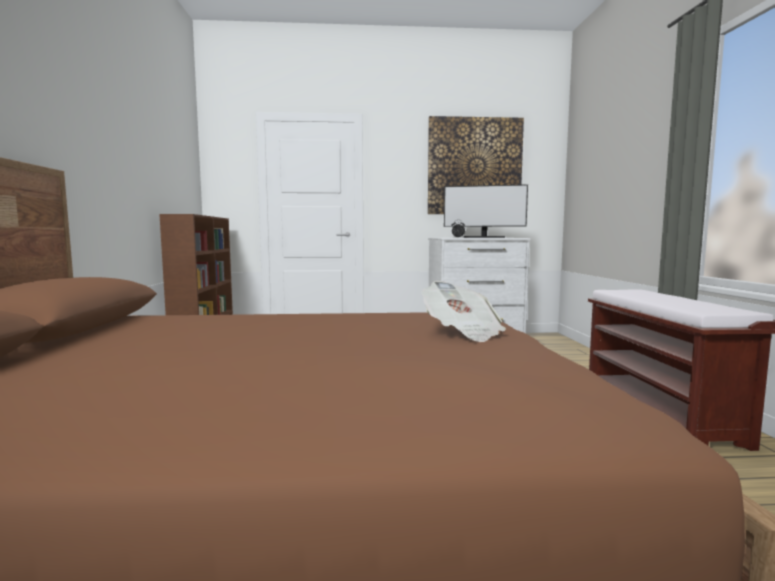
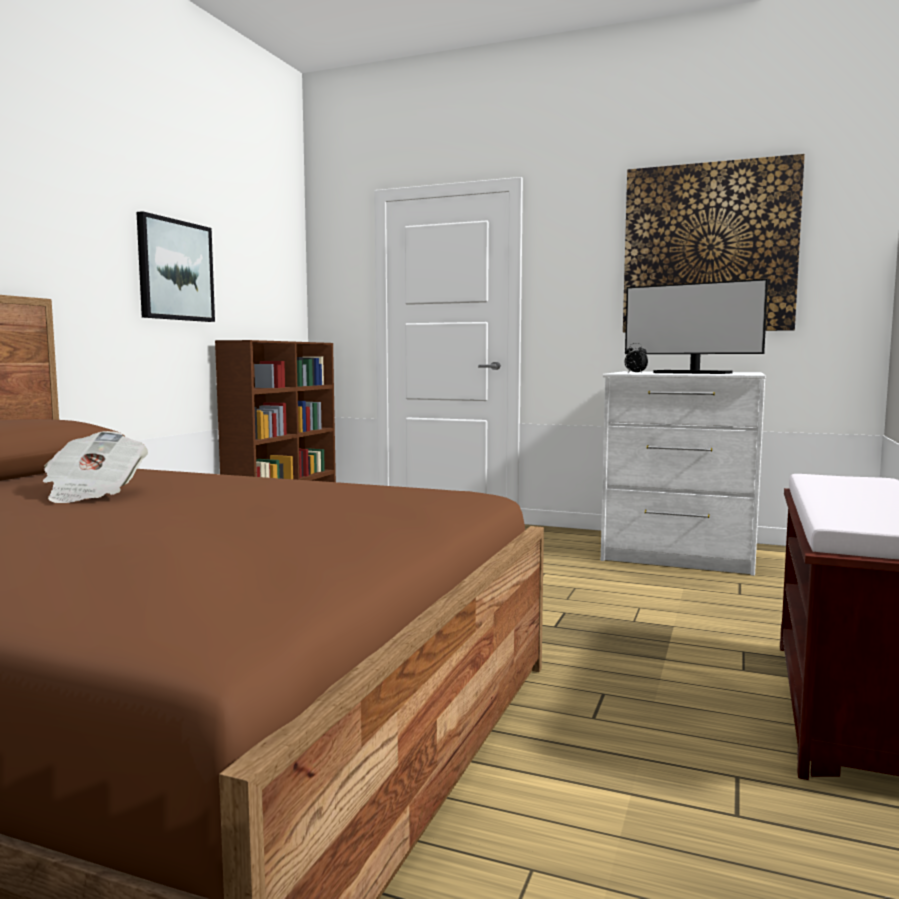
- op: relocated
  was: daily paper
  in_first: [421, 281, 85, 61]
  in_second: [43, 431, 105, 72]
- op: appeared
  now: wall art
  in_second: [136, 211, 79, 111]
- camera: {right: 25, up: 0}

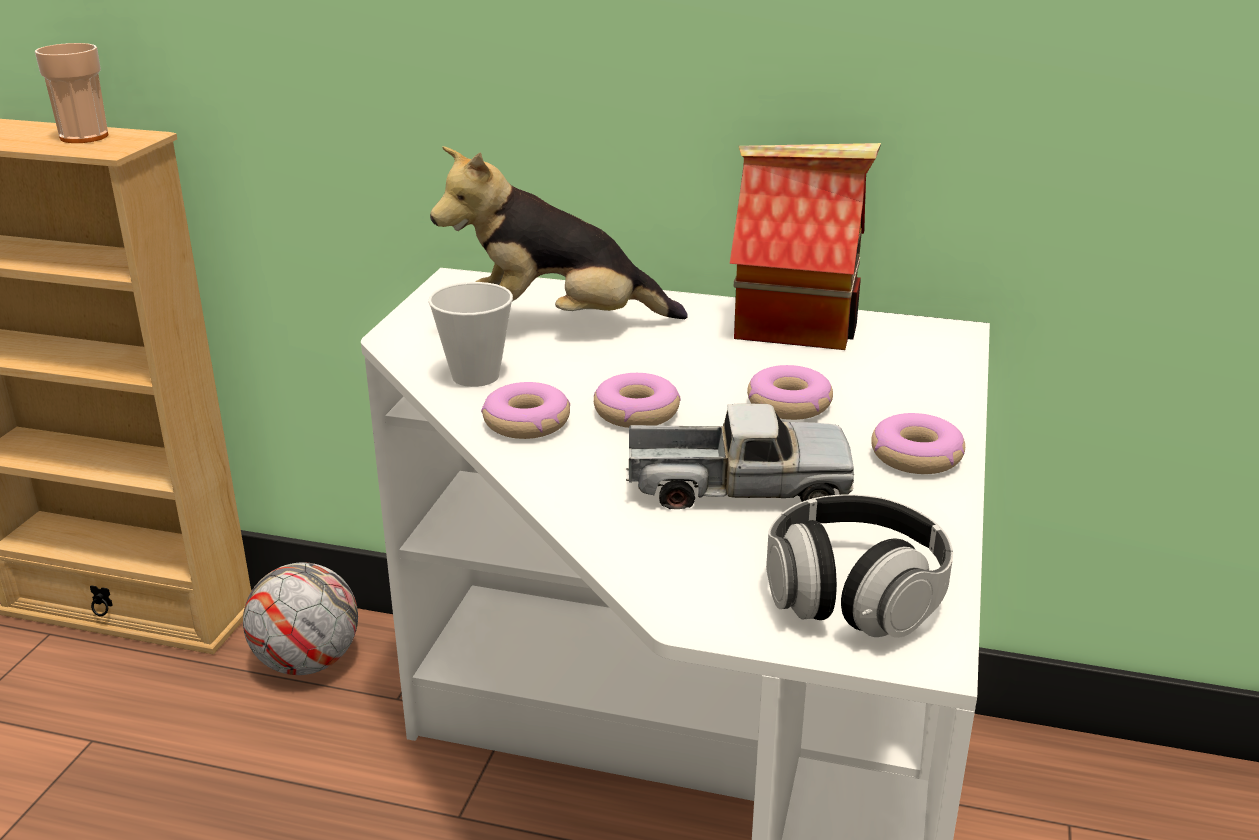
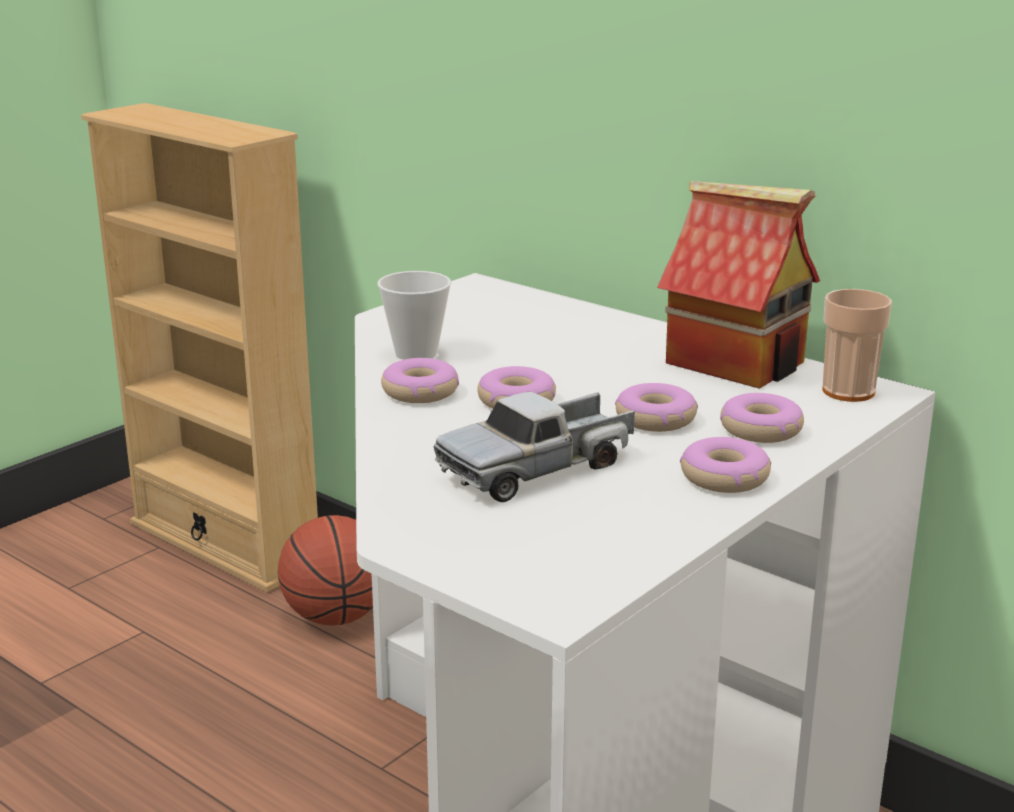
- op: relocated
  was: small cup
  in_first: [35, 43, 73, 100]
  in_second: [822, 289, 70, 113]
- op: missing
  was: plush toy
  in_first: [430, 146, 258, 173]
- op: spun
  was: model truck
  in_first: [626, 403, 228, 106]
  in_second: [433, 392, 202, 110]
  clockwise: 120
- op: missing
  was: headset
  in_first: [766, 494, 187, 144]
- op: exchanged
  was: football
  now: basketball
  in_first: [243, 562, 115, 113]
  in_second: [278, 515, 95, 111]
- op: appeared
  now: donut
  in_second: [720, 393, 84, 50]
- camera: {right: 25, up: -5}

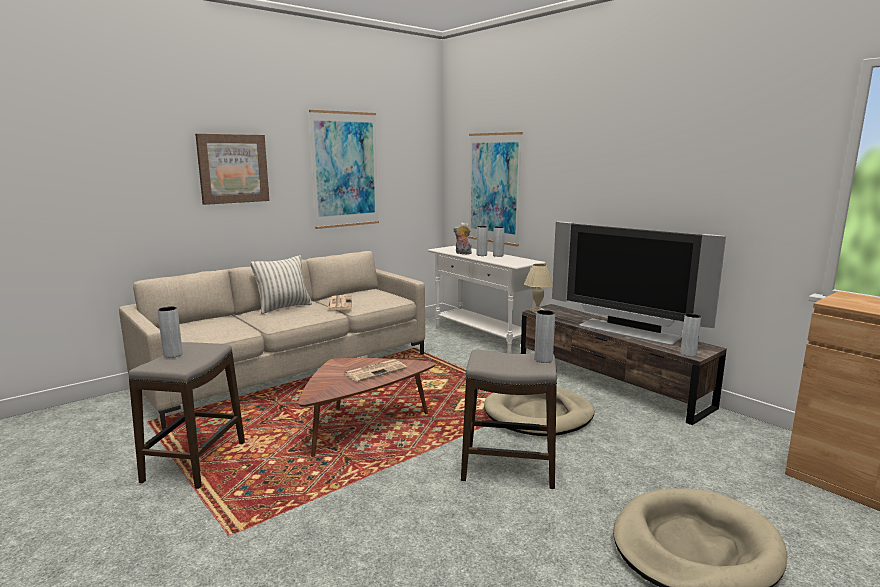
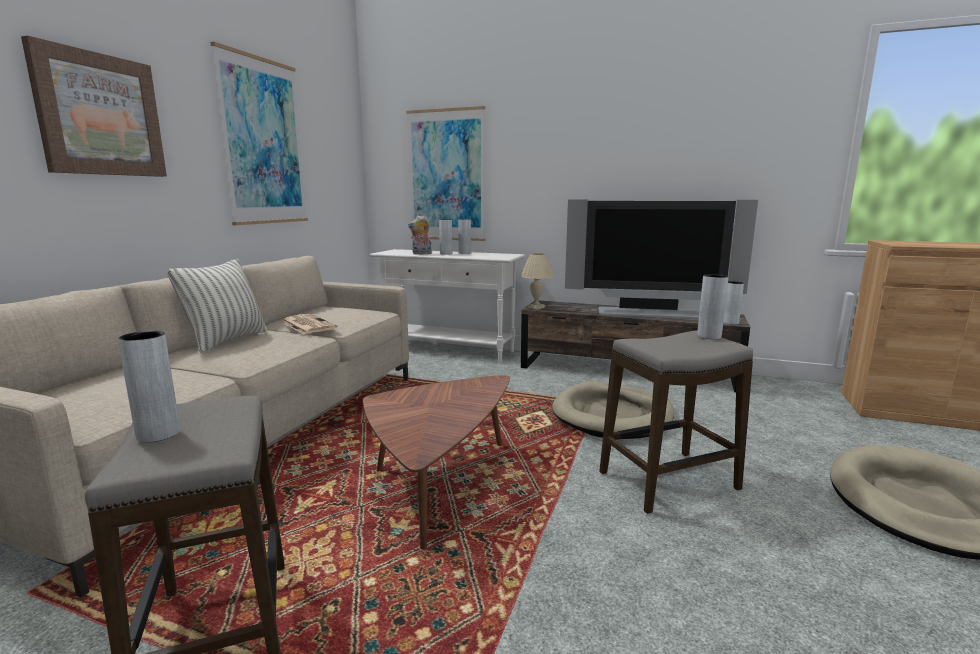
- op: missing
  was: daily paper
  in_first: [344, 359, 63, 23]
- camera: {right: -30, up: 0}

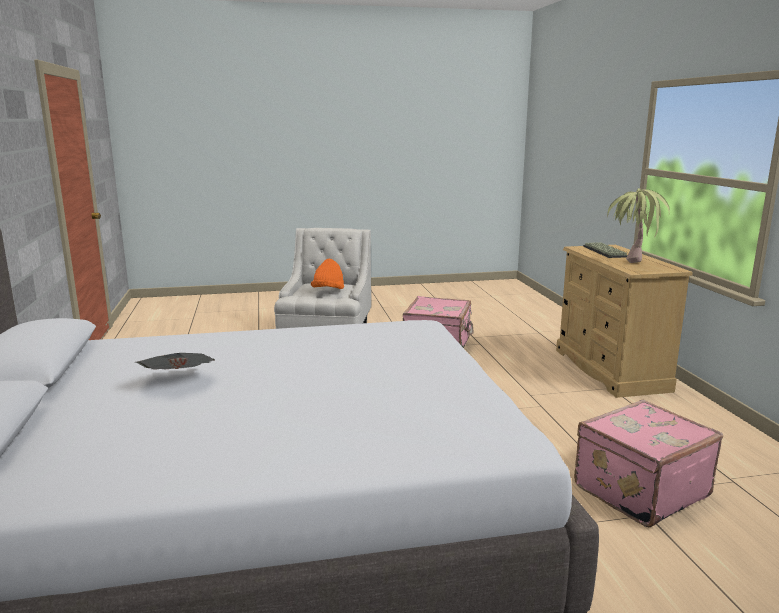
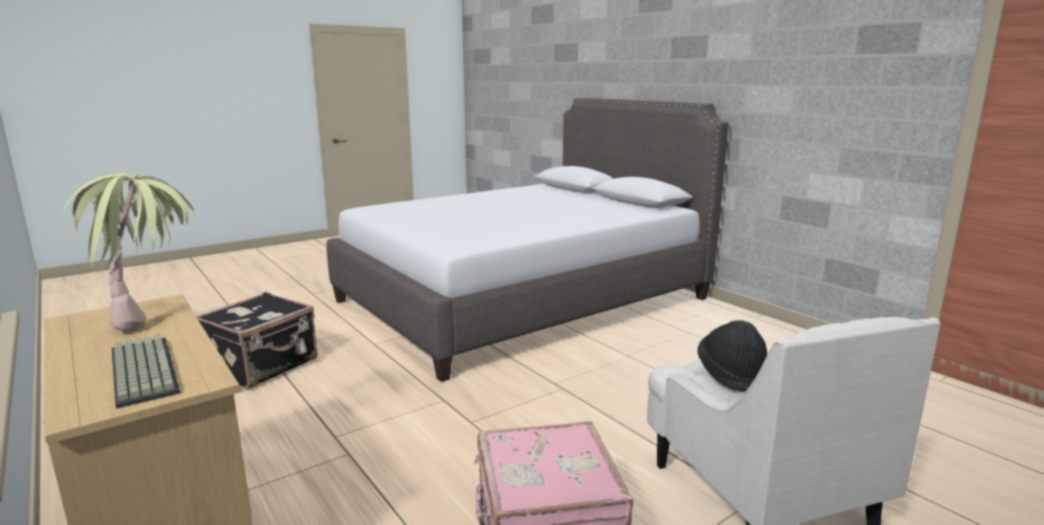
- op: colour
  was: wearable hat in orange
  now: wearable hat in black
  in_first: [311, 259, 33, 30]
  in_second: [698, 320, 69, 71]
- op: missing
  was: daily paper
  in_first: [135, 353, 80, 17]
- op: colour
  was: piece of luggage in pinkish
  now: piece of luggage in black
  in_first: [574, 400, 149, 127]
  in_second: [196, 292, 122, 98]
- camera: {right: 155, up: 0}

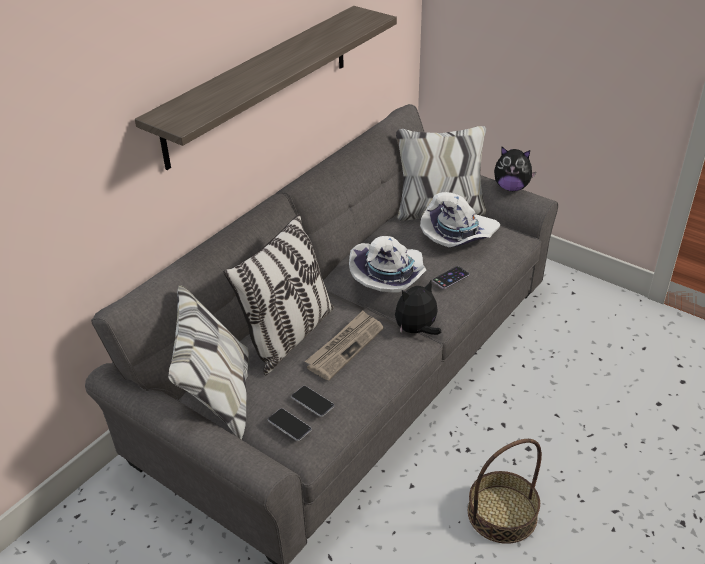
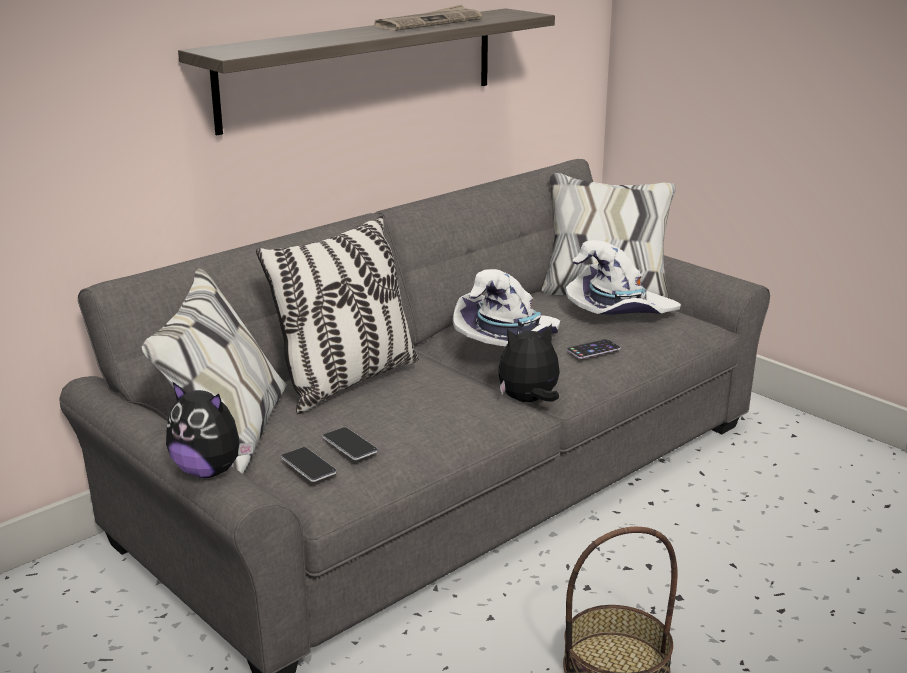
- op: relocated
  was: plush toy
  in_first: [494, 147, 42, 44]
  in_second: [166, 381, 88, 97]
- op: relocated
  was: daily paper
  in_first: [305, 311, 79, 69]
  in_second: [374, 4, 108, 27]
- camera: {right: 10, up: -15}

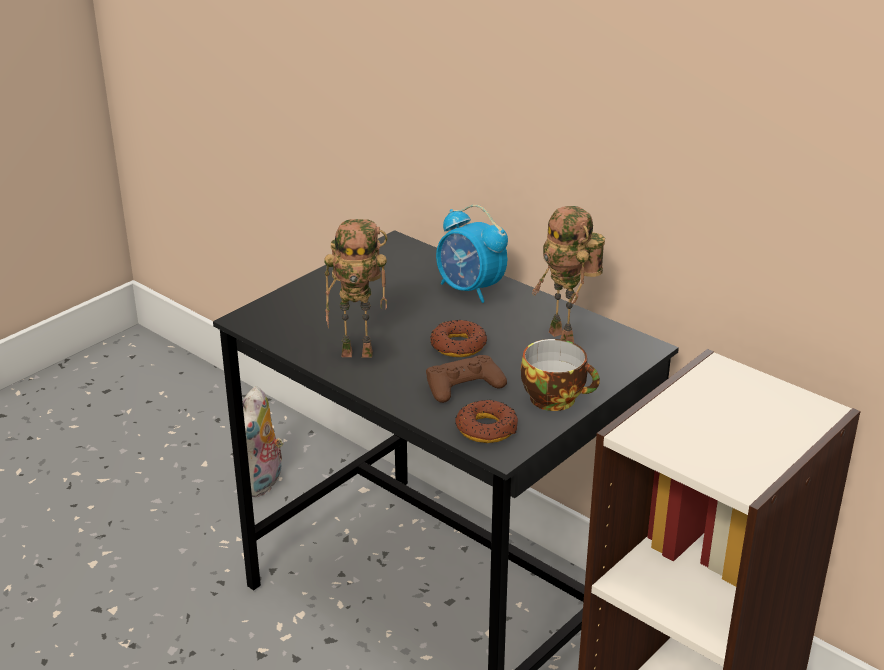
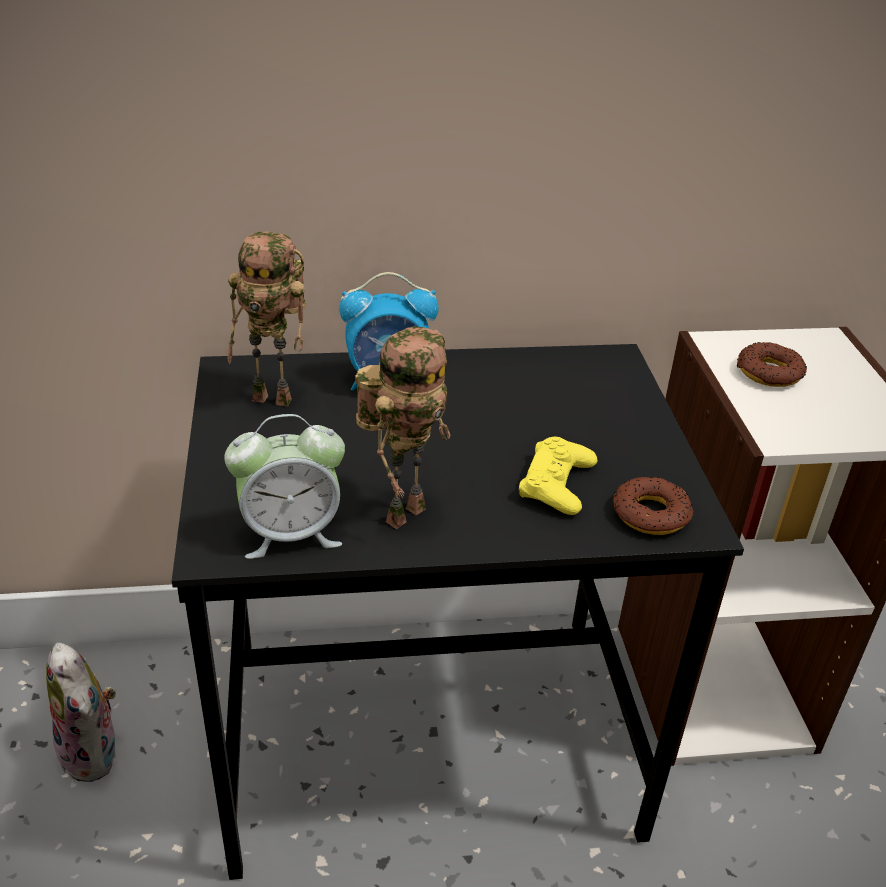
- op: relocated
  was: model robot
  in_first: [532, 206, 73, 137]
  in_second: [228, 231, 78, 176]
- op: relocated
  was: donut
  in_first: [430, 320, 57, 37]
  in_second: [737, 342, 70, 45]
- op: missing
  was: small cup
  in_first: [521, 339, 79, 72]
- op: colour
  was: gamepad in brown-coloured
  now: gamepad in yellow
  in_first: [426, 355, 81, 48]
  in_second: [519, 437, 79, 78]
- op: appeared
  now: alarm clock
  in_second: [224, 414, 121, 145]
- camera: {right: -50, up: 5}

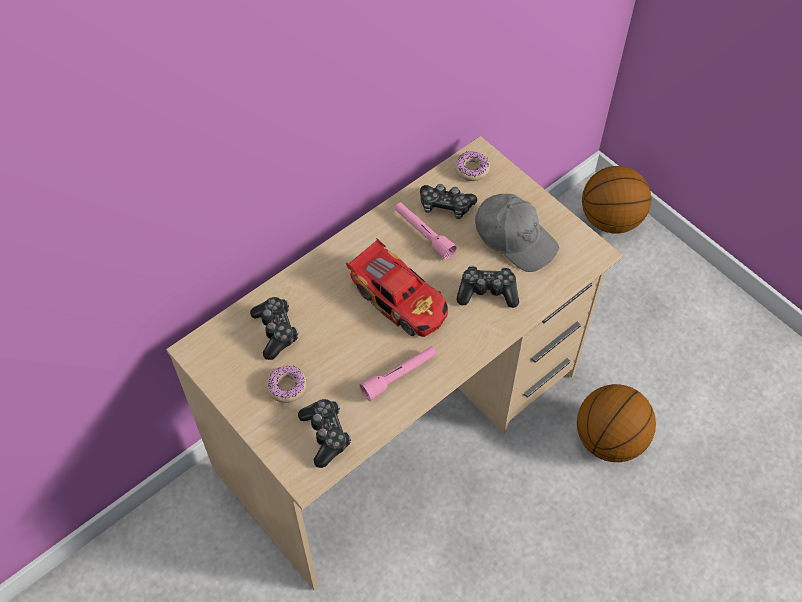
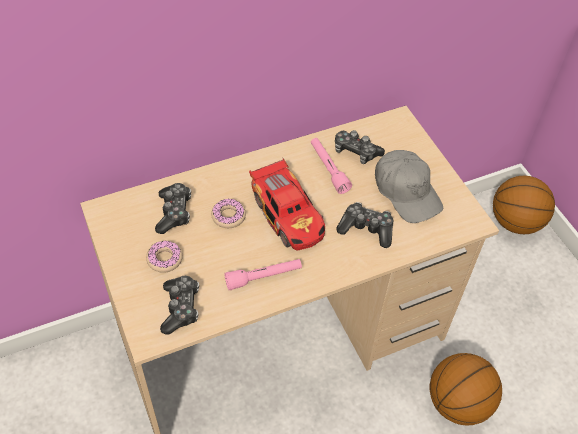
- op: relocated
  was: donut
  in_first: [455, 151, 35, 30]
  in_second: [211, 198, 35, 30]
- camera: {right: 15, up: -5}

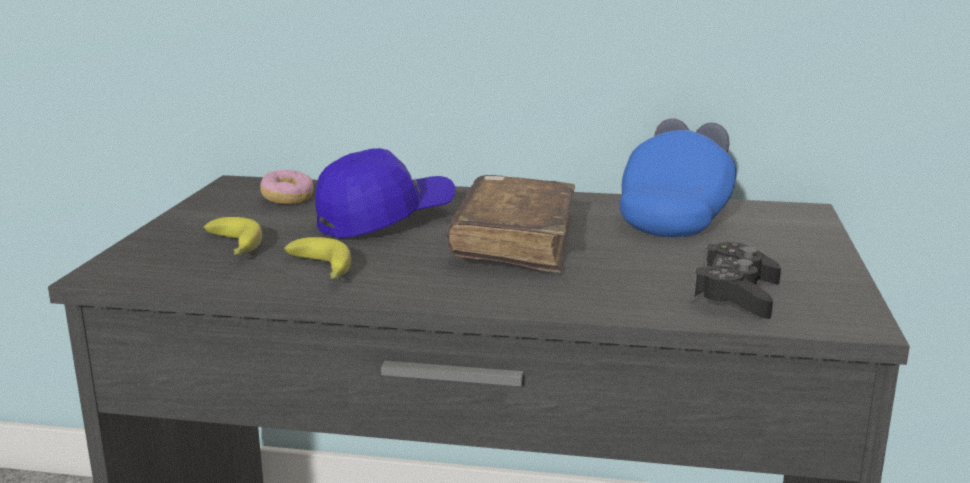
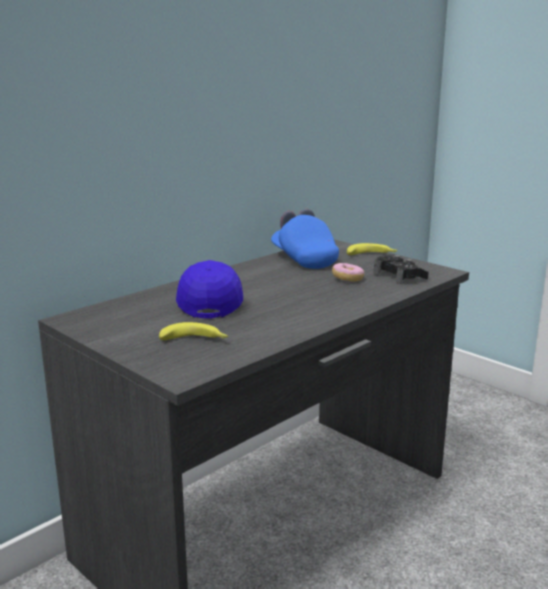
- op: relocated
  was: donut
  in_first: [260, 170, 54, 34]
  in_second: [332, 263, 32, 19]
- op: missing
  was: volume in brown-coloured
  in_first: [446, 175, 129, 98]
- op: relocated
  was: banana fruit
  in_first: [284, 237, 67, 42]
  in_second: [347, 243, 51, 12]
- camera: {right: -55, up: 0}

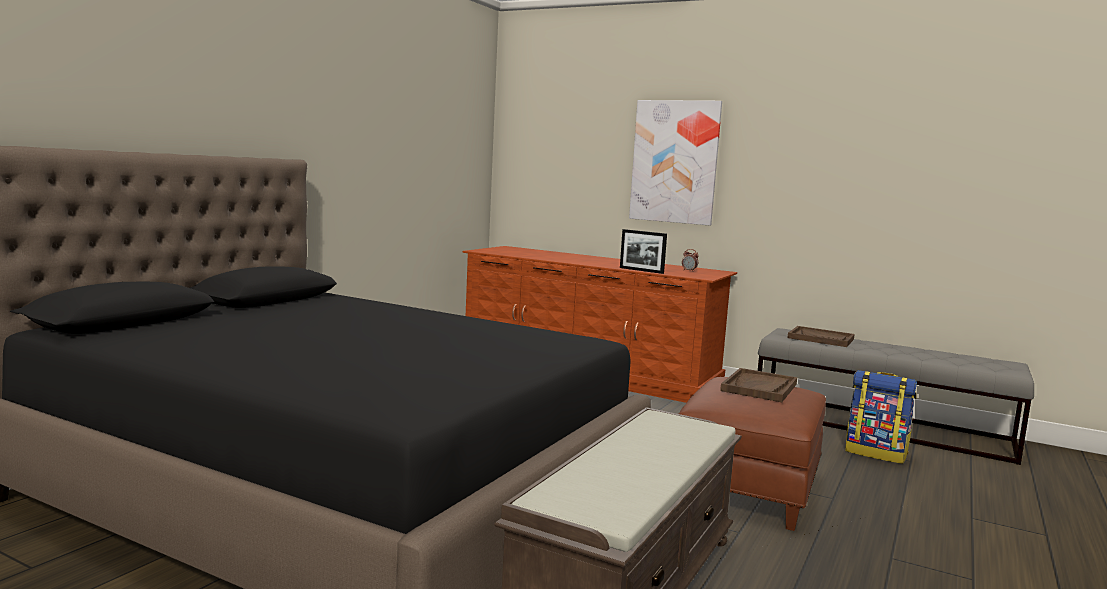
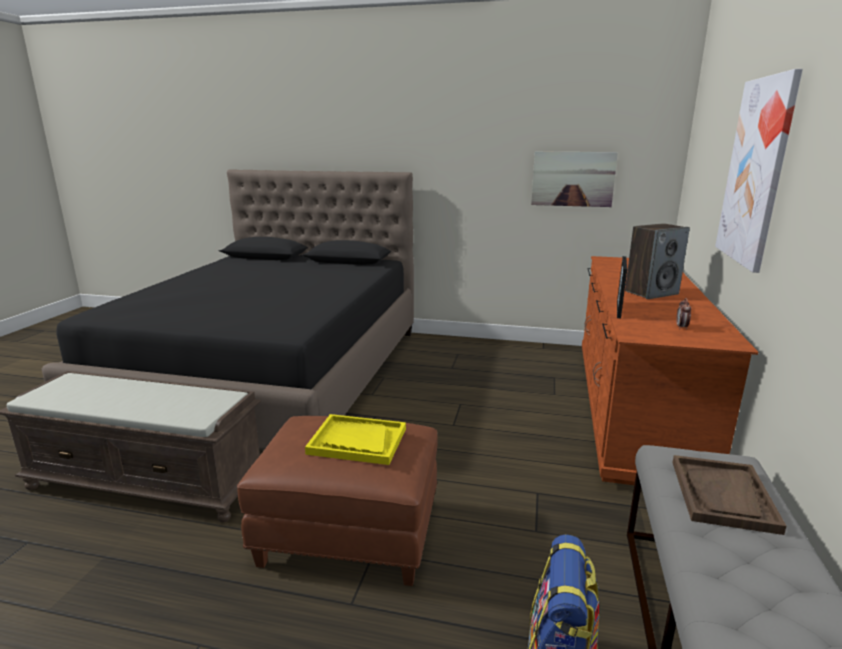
- op: colour
  was: carrying tray in brown-coloured
  now: carrying tray in yellow
  in_first: [720, 368, 77, 34]
  in_second: [305, 414, 101, 51]
- op: appeared
  now: wall art
  in_second: [531, 151, 87, 56]
- op: appeared
  now: loudspeaker
  in_second: [625, 223, 65, 76]
- camera: {right: 75, up: 10}

